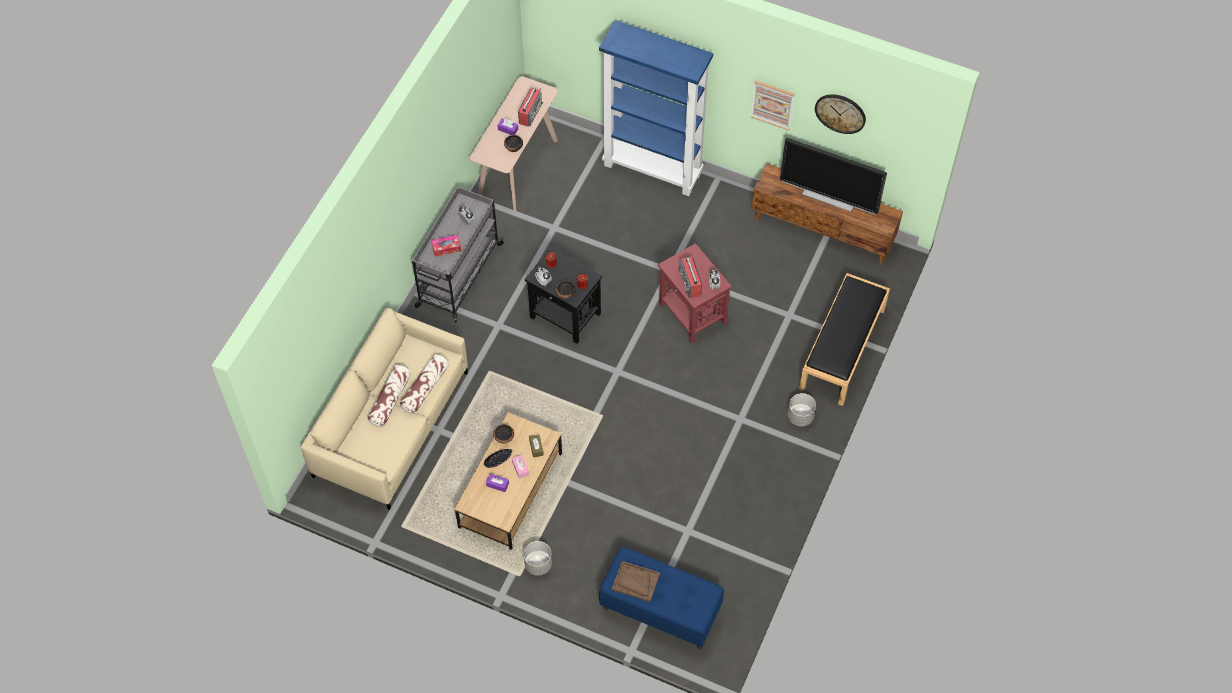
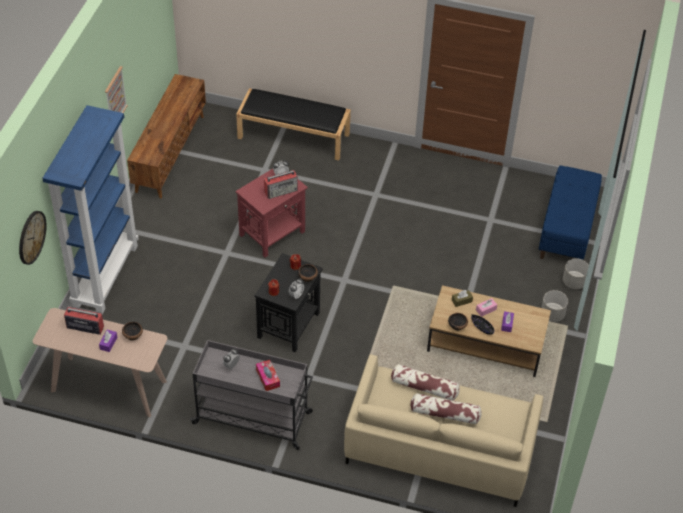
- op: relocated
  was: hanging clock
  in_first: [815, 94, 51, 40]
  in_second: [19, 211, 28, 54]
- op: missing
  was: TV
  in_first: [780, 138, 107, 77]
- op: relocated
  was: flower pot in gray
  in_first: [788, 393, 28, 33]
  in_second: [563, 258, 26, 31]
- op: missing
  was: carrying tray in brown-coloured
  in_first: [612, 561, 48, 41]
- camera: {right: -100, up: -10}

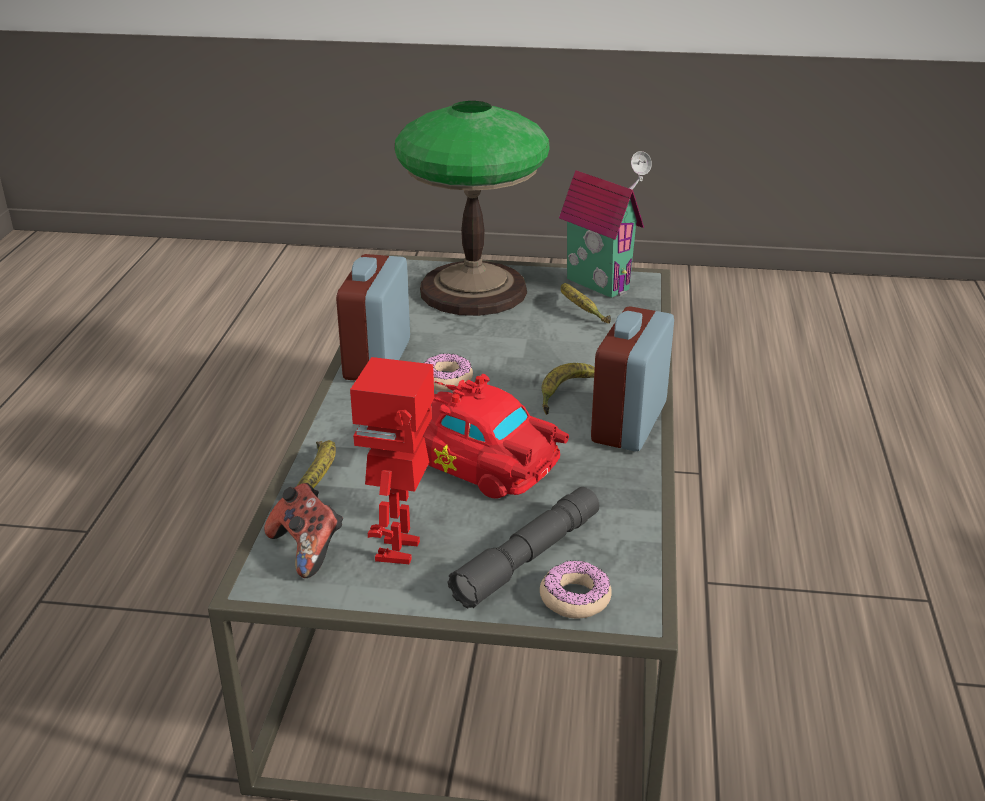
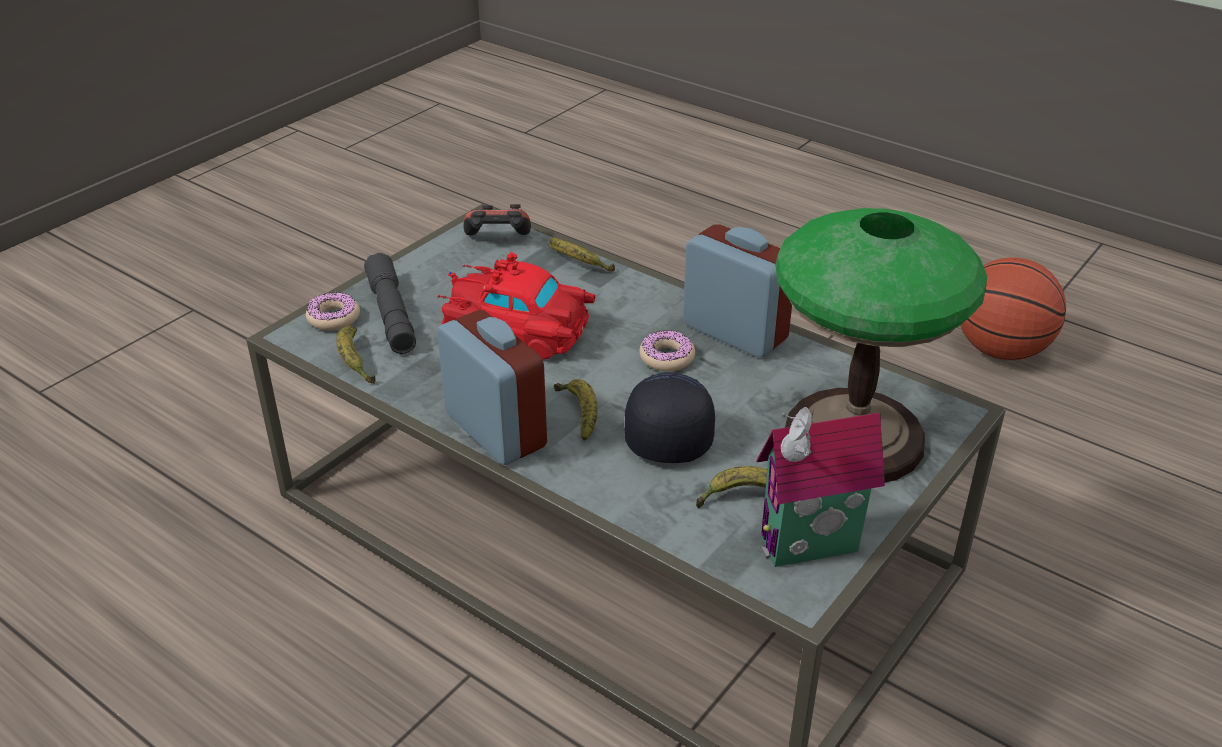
- op: missing
  was: model robot
  in_first: [350, 357, 84, 207]
- op: spun
  was: model car in red-coloured
  in_first: [422, 374, 147, 125]
  in_second: [438, 252, 157, 108]
  clockwise: -135
- op: appeared
  now: basketball
  in_second: [960, 257, 106, 103]
- op: appeared
  now: banana fruit
  in_second: [337, 326, 39, 58]
- op: appeared
  now: baseball cap in black
  in_second: [624, 373, 91, 90]
- camera: {right: 120, up: 5}

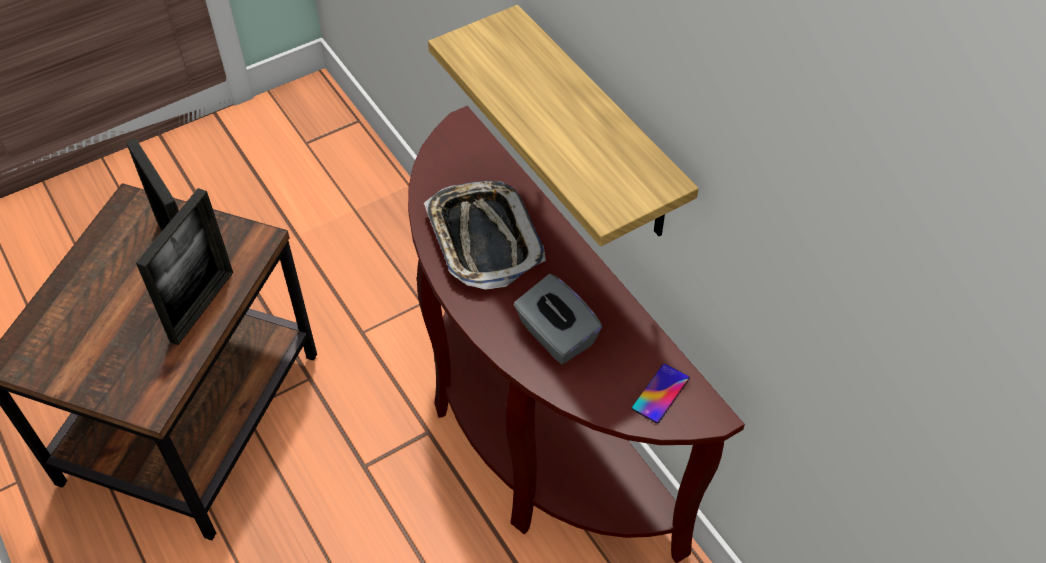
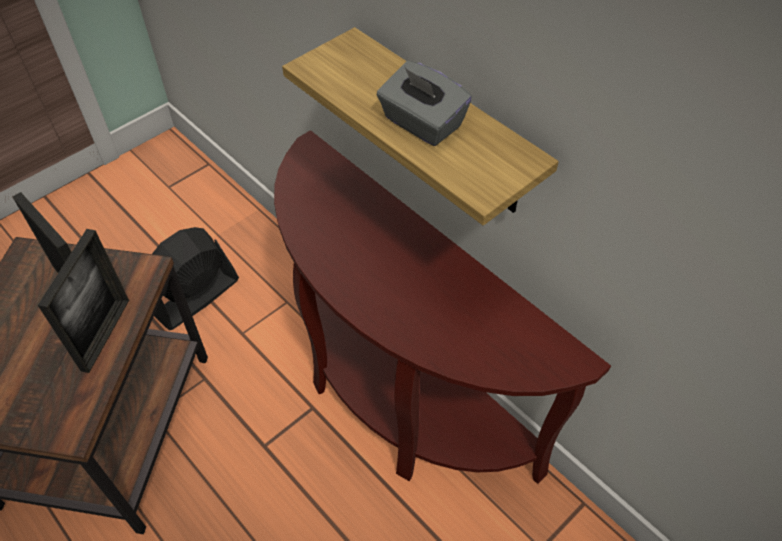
- op: missing
  was: carrying tray
  in_first: [424, 181, 122, 109]
- op: relocated
  was: tissue holder in gray
  in_first: [514, 274, 88, 90]
  in_second: [376, 61, 96, 85]
- op: missing
  was: phone
  in_first: [632, 364, 58, 59]
- op: appeared
  now: fan in black
  in_second: [152, 227, 87, 103]
- camera: {right: -10, up: 0}

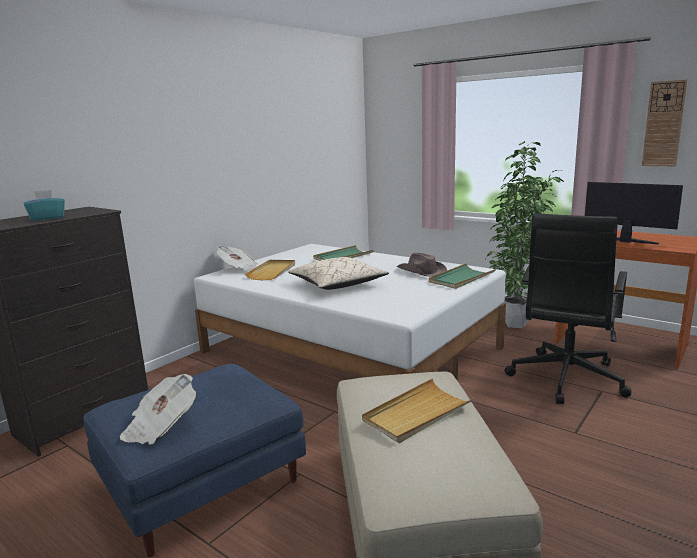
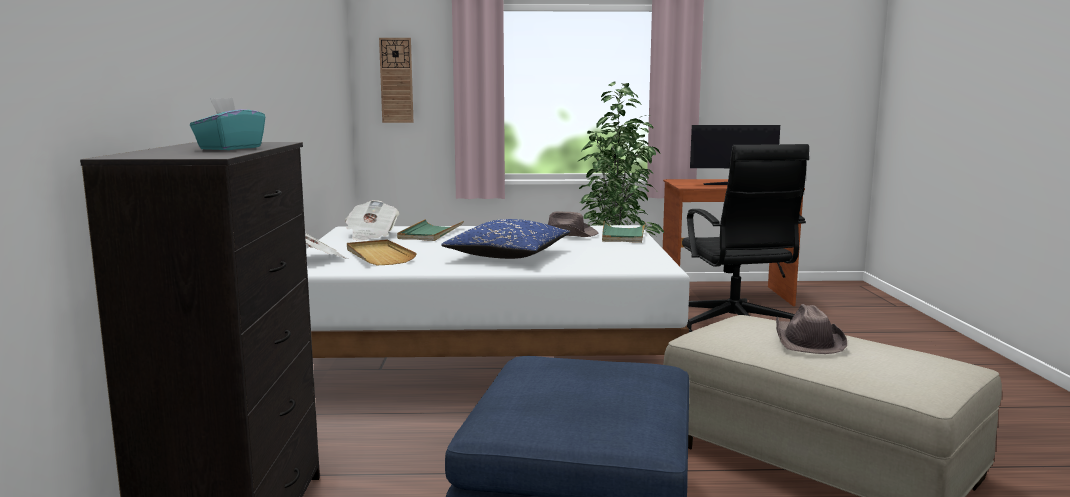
- op: relocated
  was: hanging clock
  in_first: [642, 79, 45, 87]
  in_second: [379, 38, 35, 85]
- op: colour
  was: cushion in sand-coloured
  now: cushion in bluish
  in_first: [288, 257, 101, 33]
  in_second: [441, 219, 129, 40]
- op: relocated
  was: daily paper
  in_first: [120, 374, 76, 71]
  in_second: [345, 200, 54, 41]
- op: exchanged
  was: carrying tray in sand-coloured
  now: wearable hat in brown-coloured
  in_first: [362, 379, 113, 64]
  in_second: [776, 304, 71, 50]
- camera: {right: -40, up: -5}

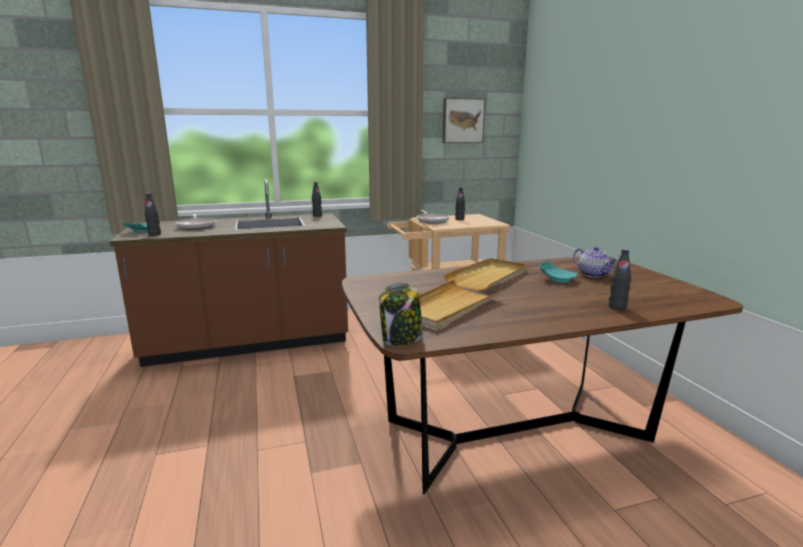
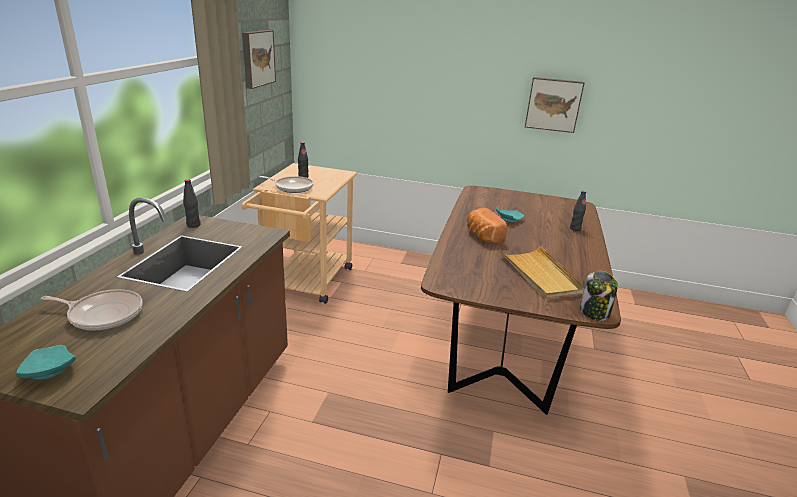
- op: missing
  was: drink bottle in black
  in_first: [145, 193, 16, 43]
- op: missing
  was: tea pot
  in_first: [573, 247, 46, 31]
- op: exchanged
  was: carrying tray in sand-coloured
  now: bakery bread
  in_first: [443, 258, 84, 33]
  in_second: [467, 208, 40, 35]
- op: appeared
  now: wall art
  in_second: [525, 77, 60, 56]
- camera: {right: -60, up: 10}

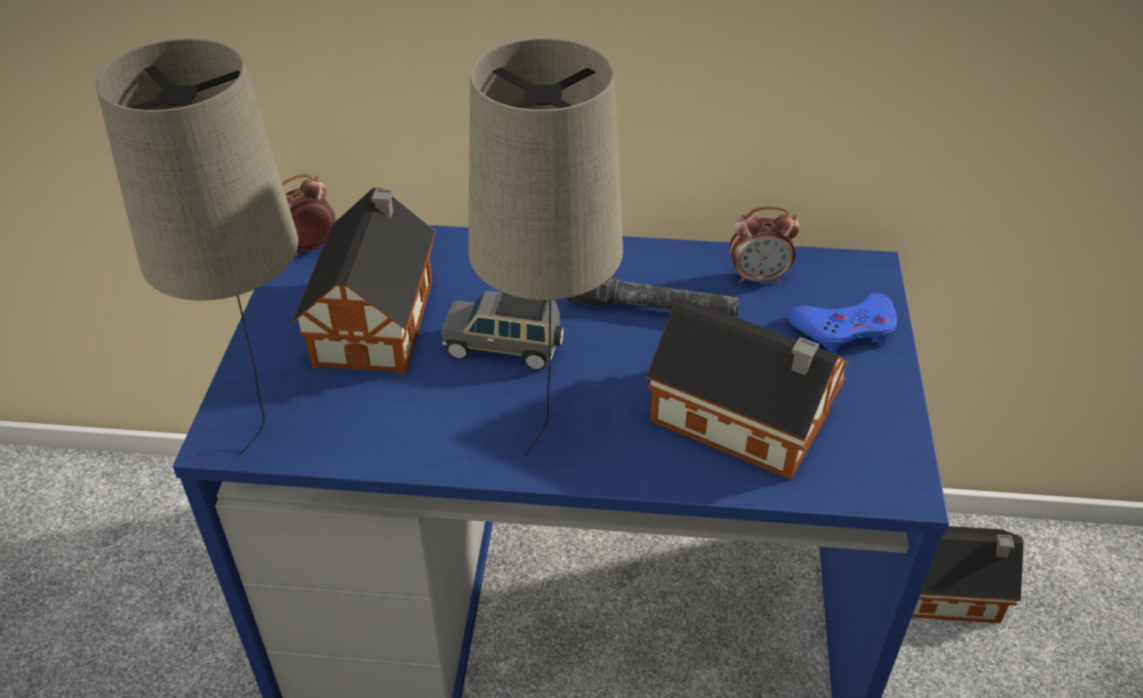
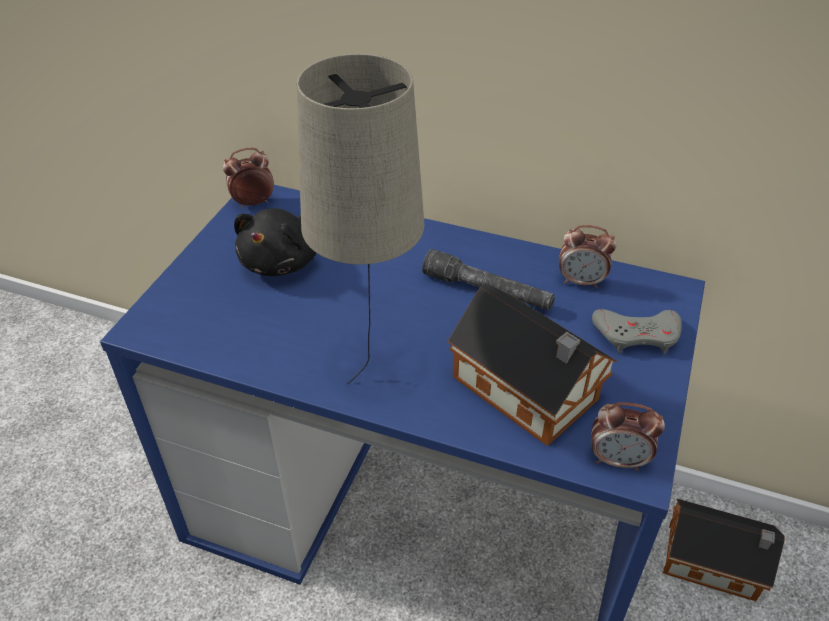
- op: missing
  was: table lamp in sand-coloured
  in_first: [96, 38, 202, 416]
- op: exchanged
  was: model house
  now: plush toy in black
  in_first: [292, 188, 144, 186]
  in_second: [234, 208, 82, 68]
- op: missing
  was: model car in gray
  in_first: [442, 291, 122, 79]
- op: colour
  was: gamepad in bluish
  now: gamepad in gray
  in_first: [788, 293, 109, 61]
  in_second: [592, 309, 90, 45]
- op: appeared
  now: alarm clock
  in_second: [591, 402, 74, 69]
- camera: {right: 15, up: 0}

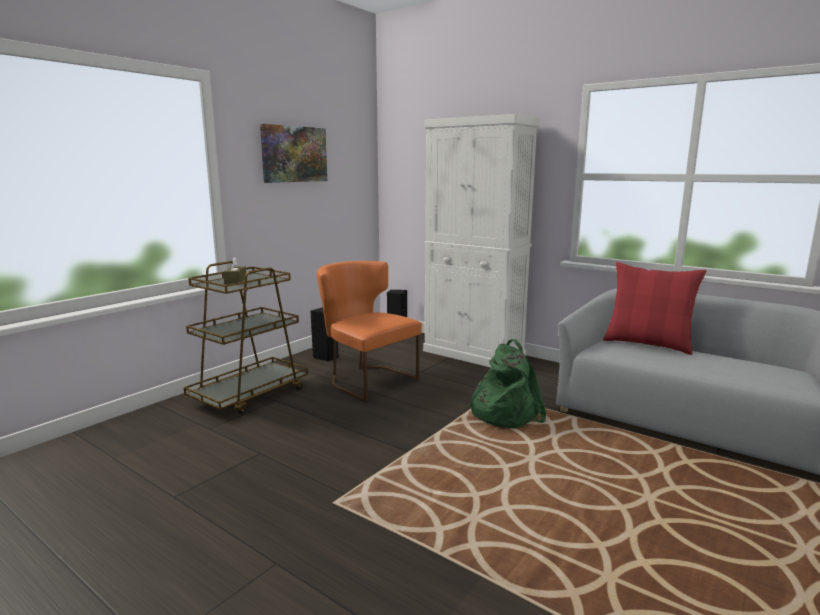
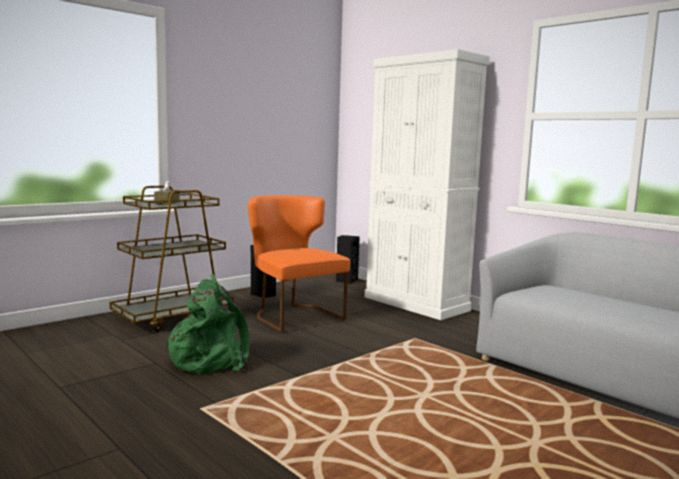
- op: missing
  was: wall art
  in_first: [260, 124, 67, 59]
- op: missing
  was: cushion in red-coloured
  in_first: [603, 262, 103, 93]
- op: relocated
  was: knapsack in greenish
  in_first: [467, 339, 79, 89]
  in_second: [164, 274, 86, 101]
- camera: {right: 10, up: -5}

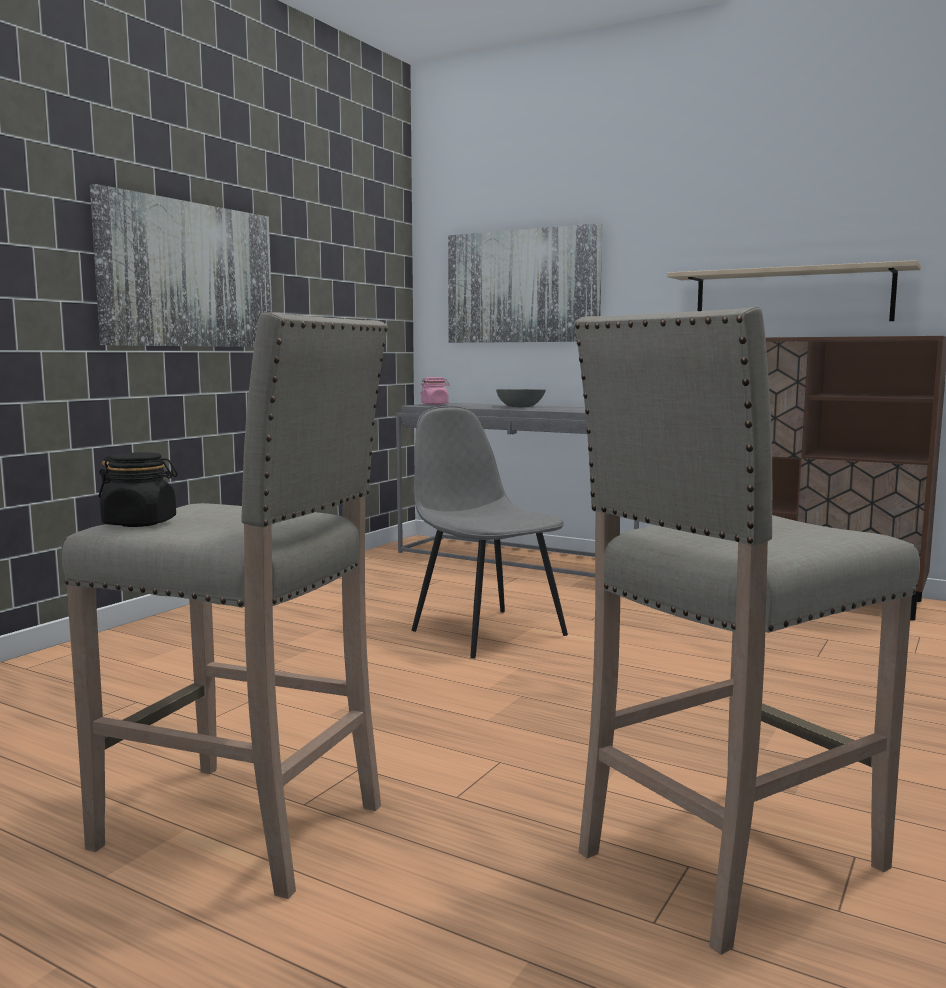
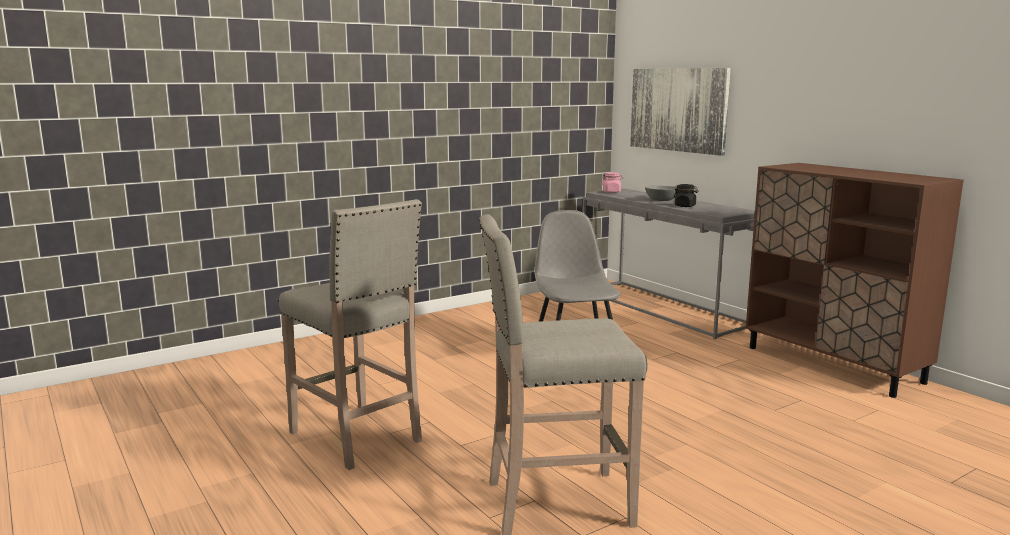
- op: missing
  was: wall art
  in_first: [90, 184, 182, 163]
- op: missing
  was: wall shelf in sand-coloured
  in_first: [667, 260, 254, 61]
- op: relocated
  was: jar in black
  in_first: [99, 452, 79, 75]
  in_second: [674, 184, 25, 23]
- camera: {right: 25, up: 5}

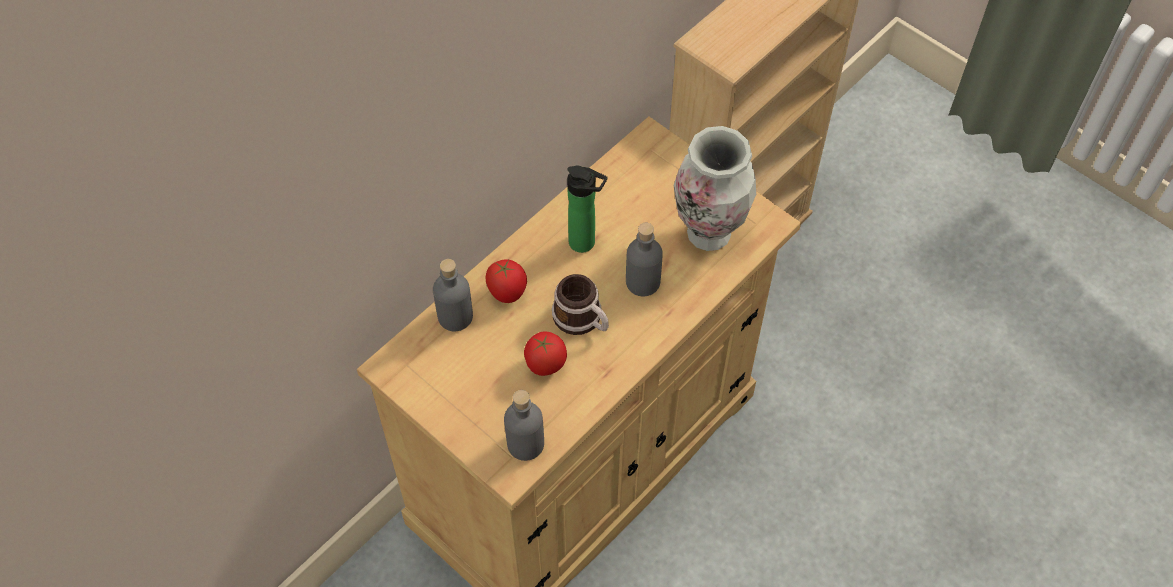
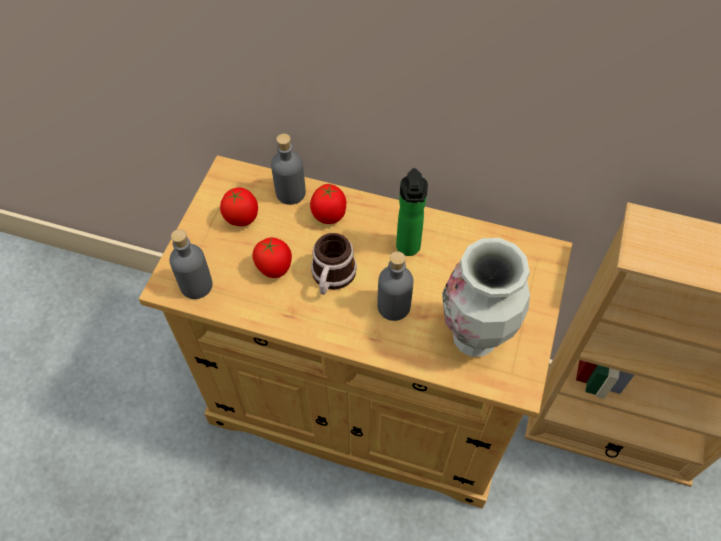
- op: appeared
  now: tomato
  in_second: [220, 187, 38, 39]
- camera: {right: 65, up: 0}

